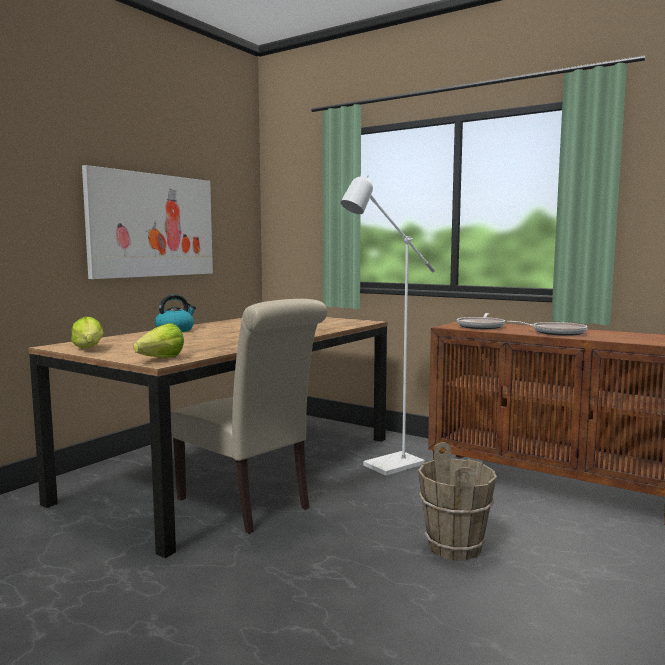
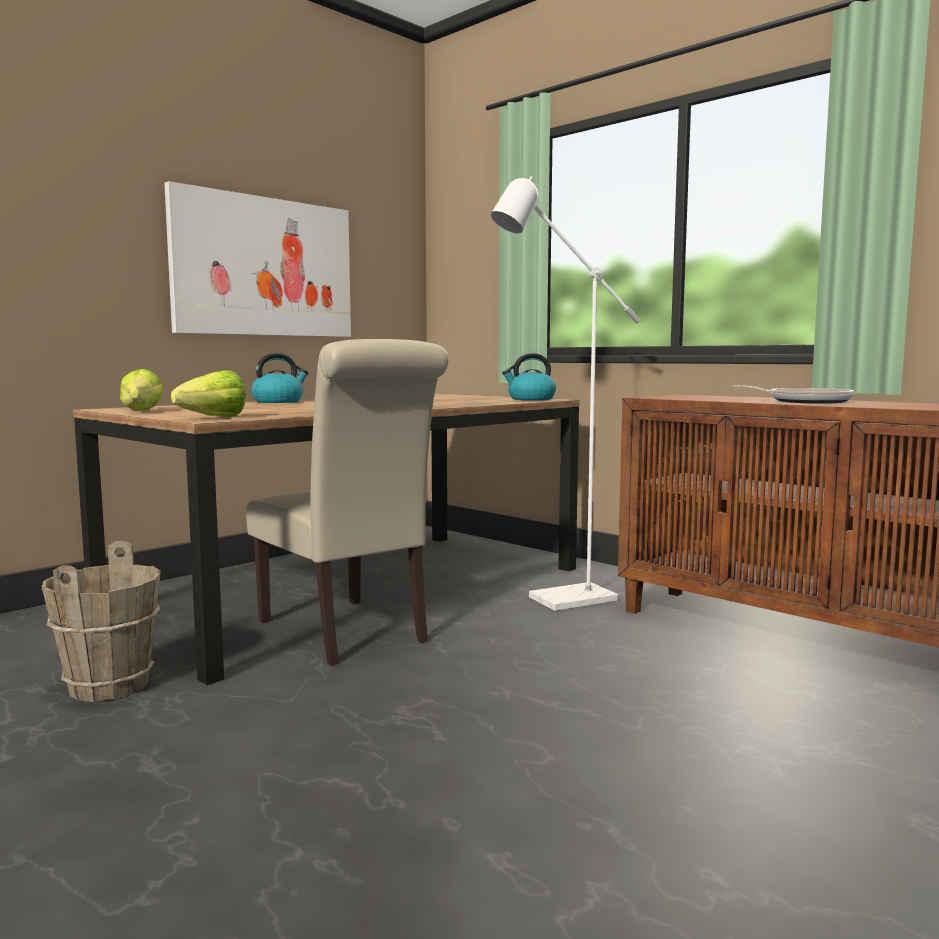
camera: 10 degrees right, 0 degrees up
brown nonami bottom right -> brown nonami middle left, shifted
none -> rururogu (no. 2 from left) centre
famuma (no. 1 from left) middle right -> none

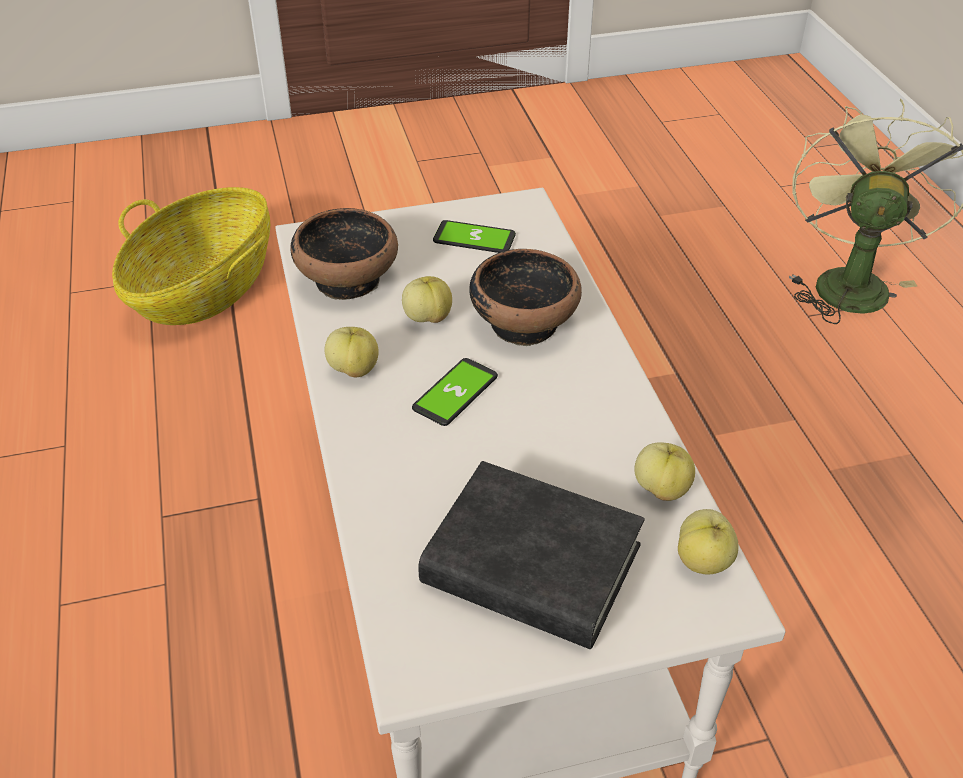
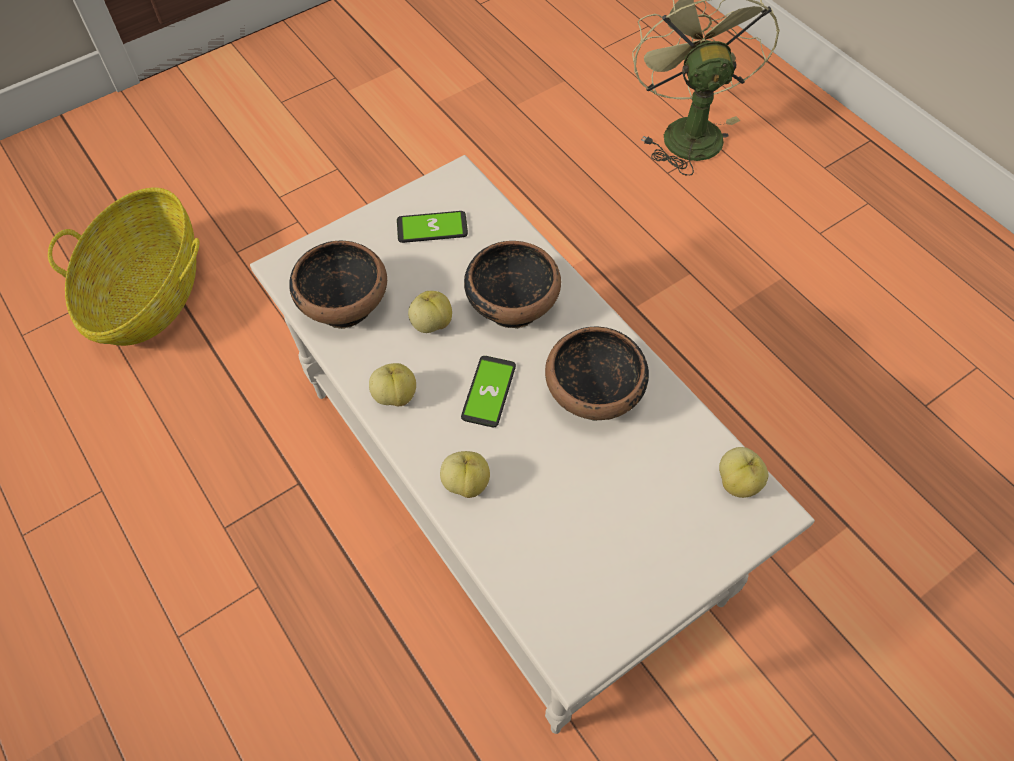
camera: 20 degrees left, 15 degrees up
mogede (no. 3 from left) middle right -> mogede (no. 3 from left) centre, shifted
none -> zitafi (no. 3 from left) centre
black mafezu bottom centre -> none

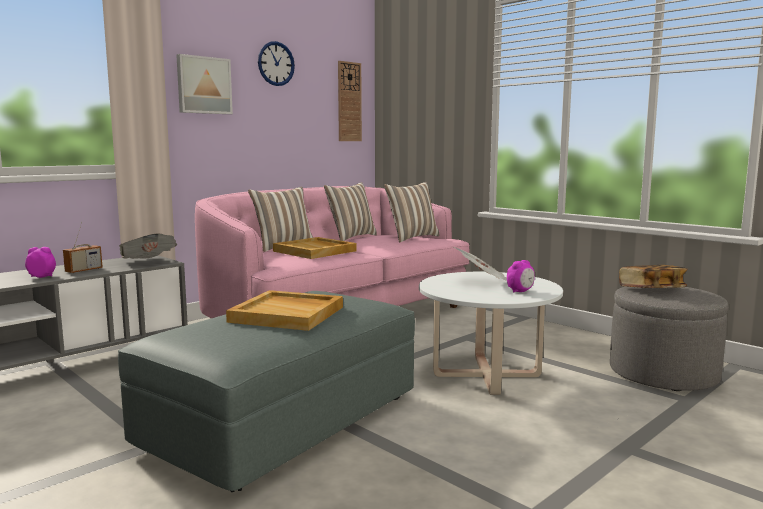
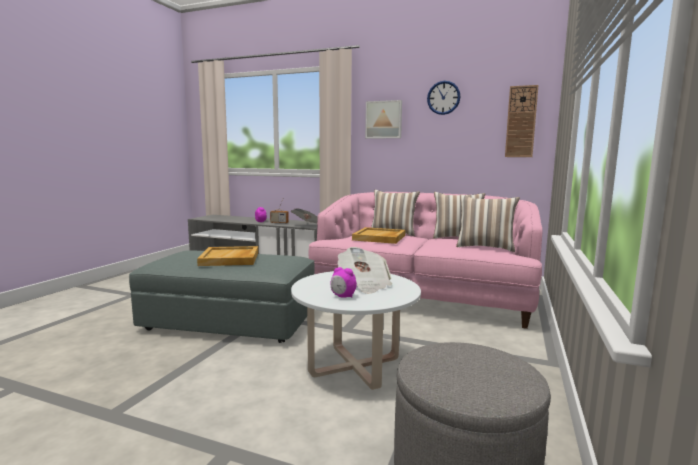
camera: 65 degrees right, 0 degrees up
mafezu middle right -> none

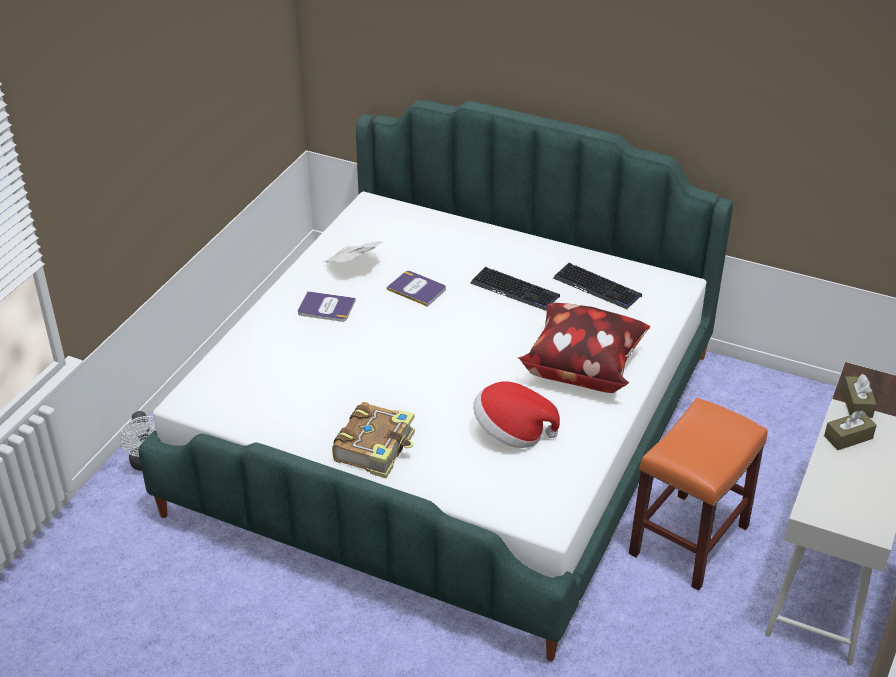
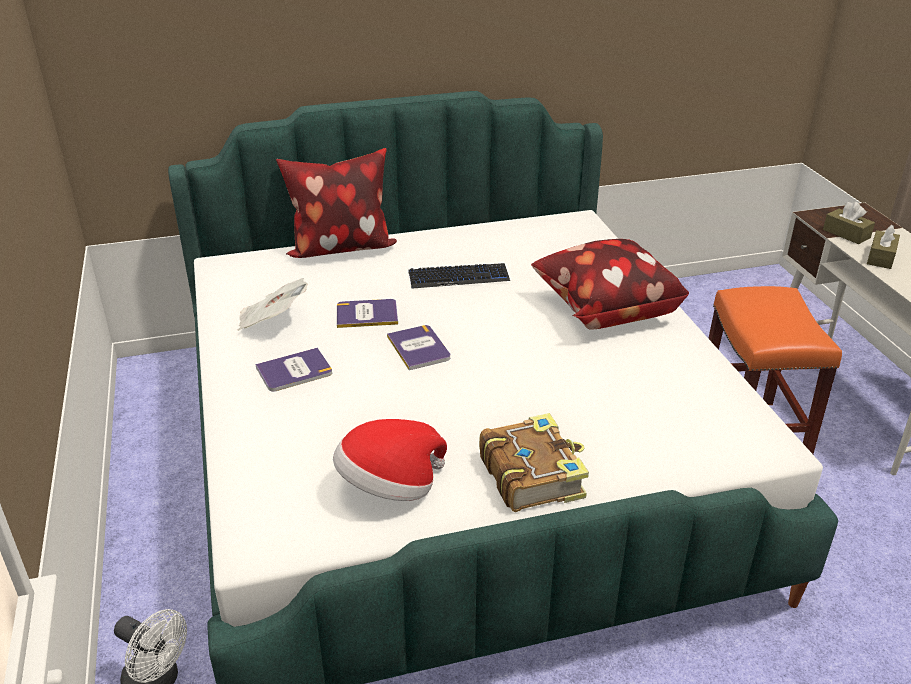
camera: 40 degrees left, 5 degrees down
none -> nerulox (no. 1 from left) top centre
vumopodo centre -> vumopodo bottom centre, shifted
none -> mafezu (no. 3 from left) centre
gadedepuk (no. 2 from left) centre -> none

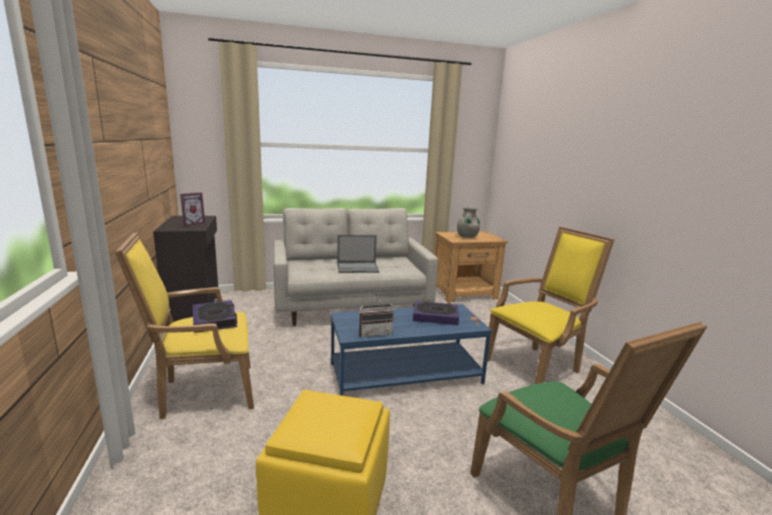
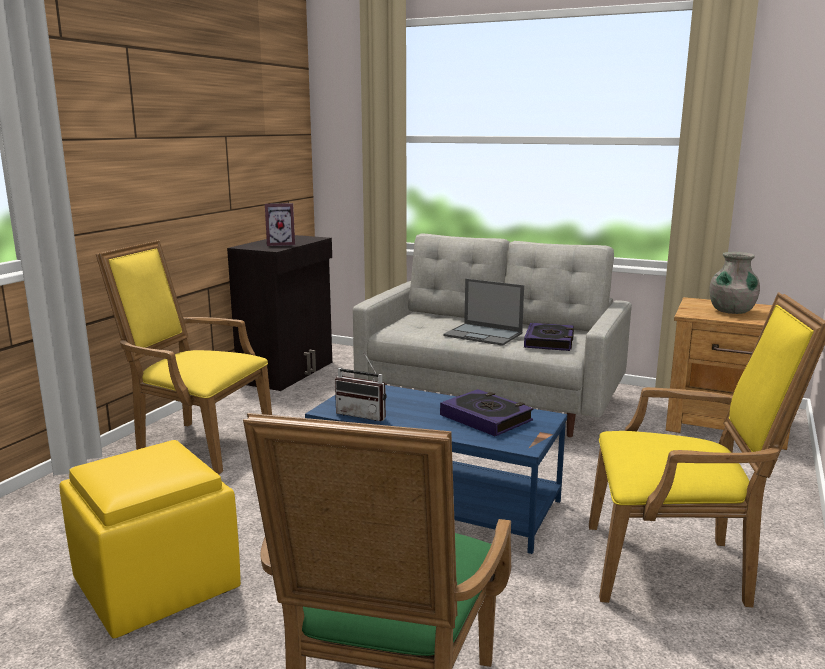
camera: 40 degrees right, 0 degrees up
mafezu (no. 1 from left in the first image) middle left -> mafezu (no. 2 from left) centre, shifted

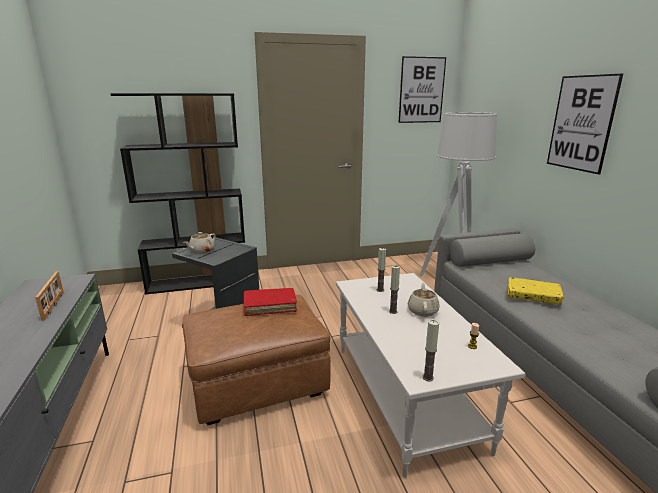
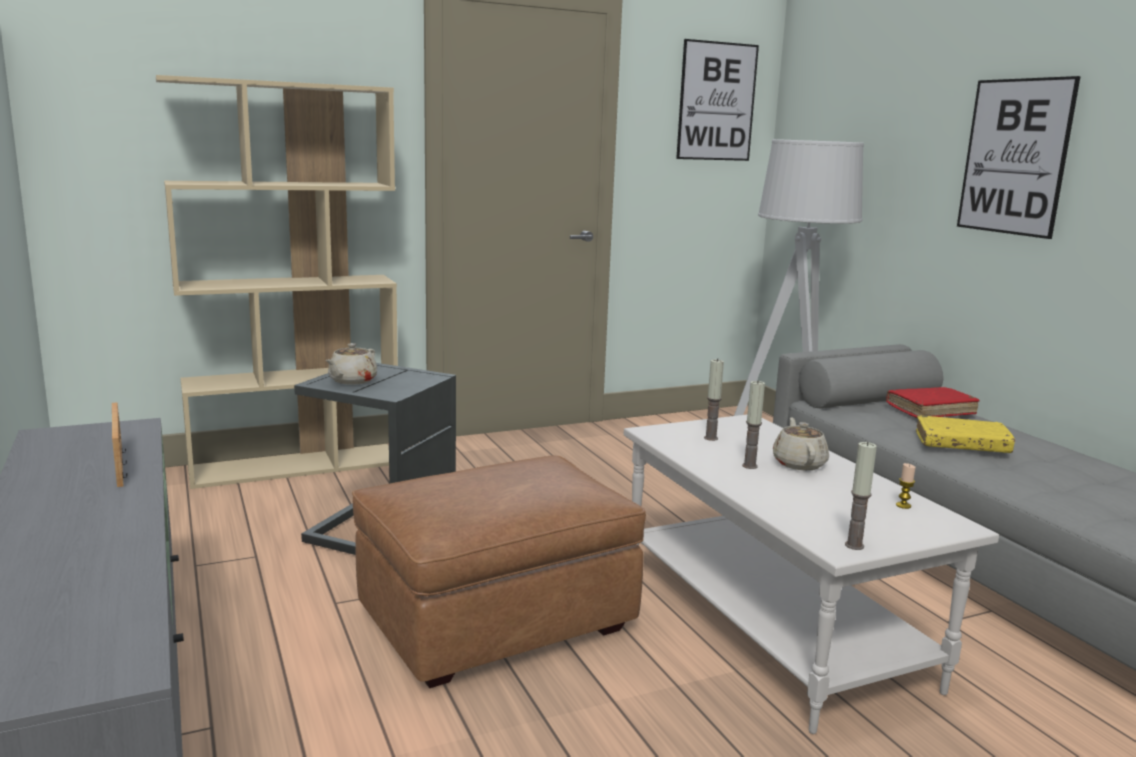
camera: 10 degrees left, 5 degrees down
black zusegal middle left -> beige zusegal middle left
red mafezu centre -> red mafezu middle right, shifted

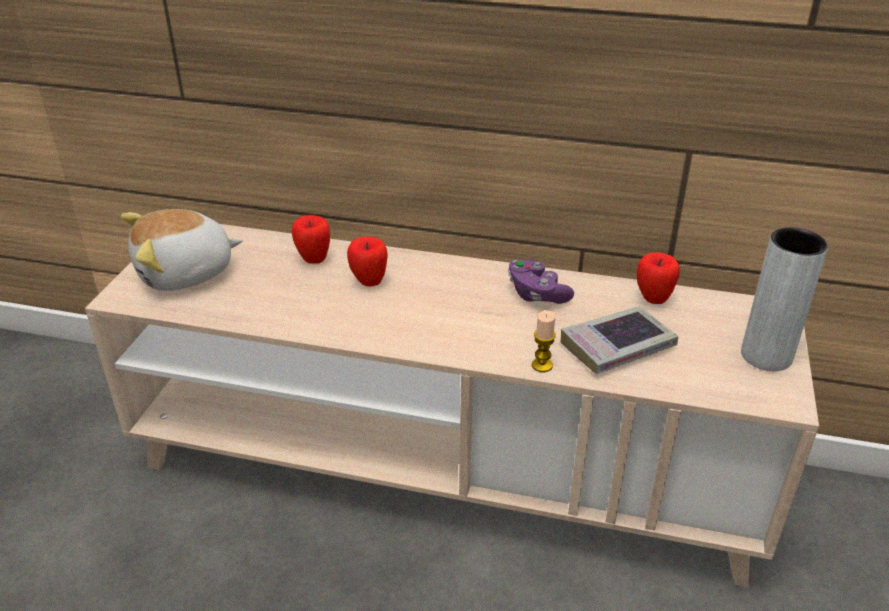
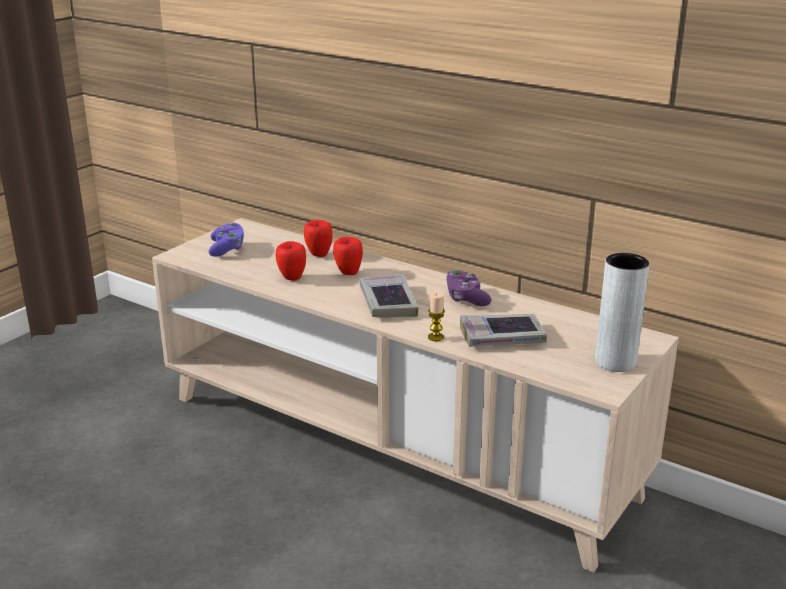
camera: 20 degrees right, 10 degrees down
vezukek middle left -> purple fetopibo (no. 1 from left) middle left
mogede (no. 3 from left in the first image) middle right -> mogede (no. 1 from left) centre, shifted
none -> mafezu (no. 1 from left) centre

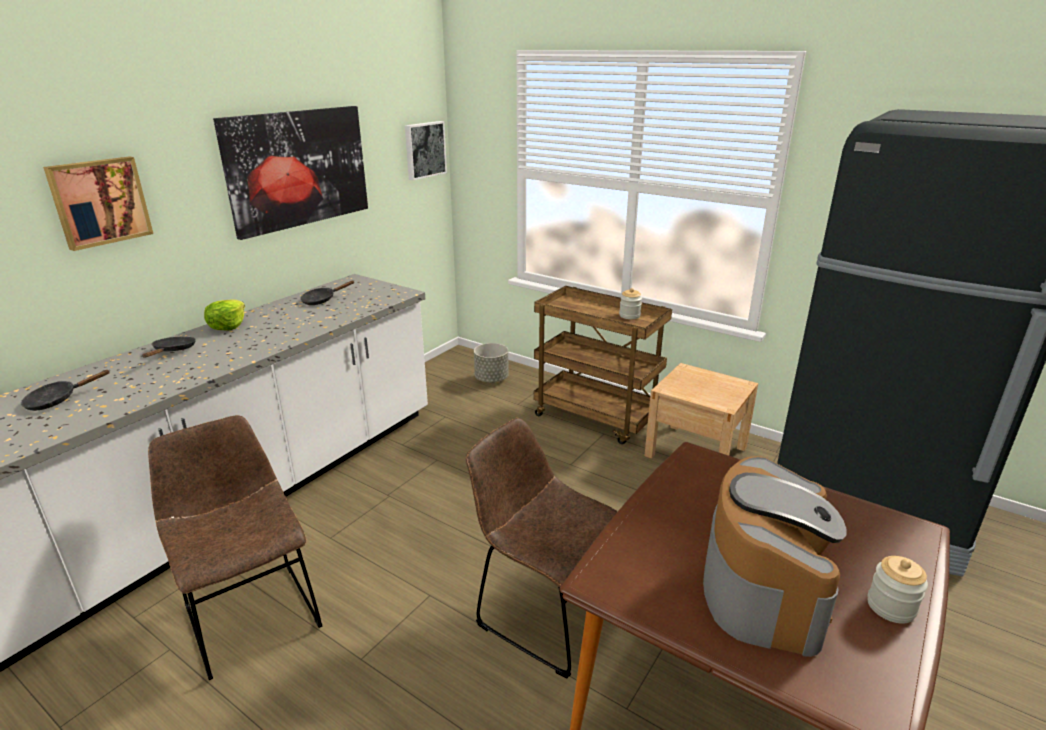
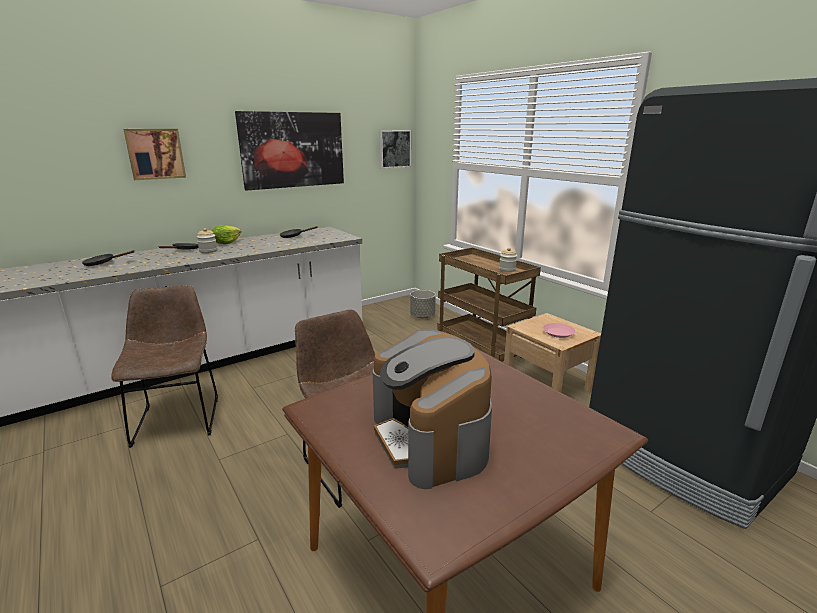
camera: 20 degrees right, 5 degrees down
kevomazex (no. 2 from left in the first image) bottom right -> kevomazex (no. 1 from left) middle left, shifted
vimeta bottom right -> vimeta bottom centre, 120 degrees clockwise
none -> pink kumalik middle right

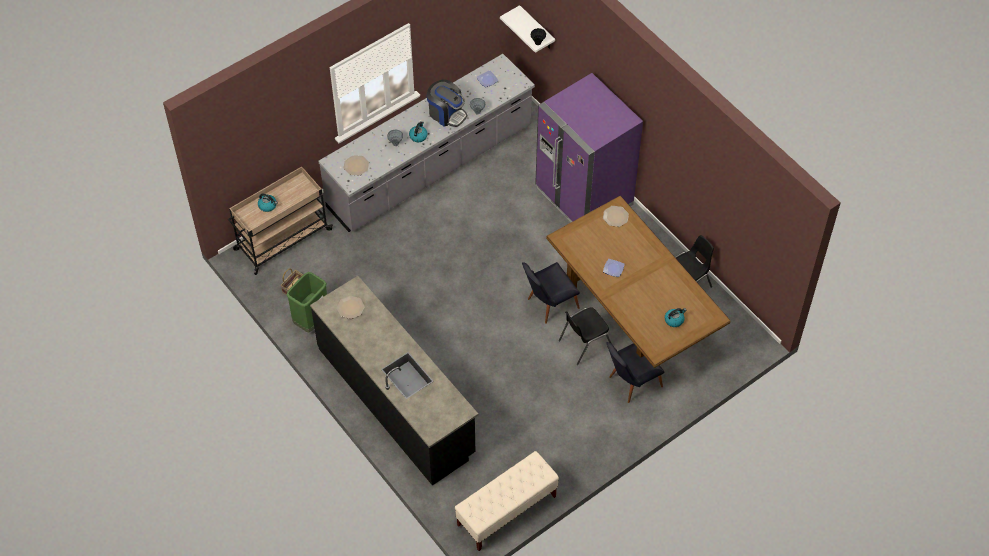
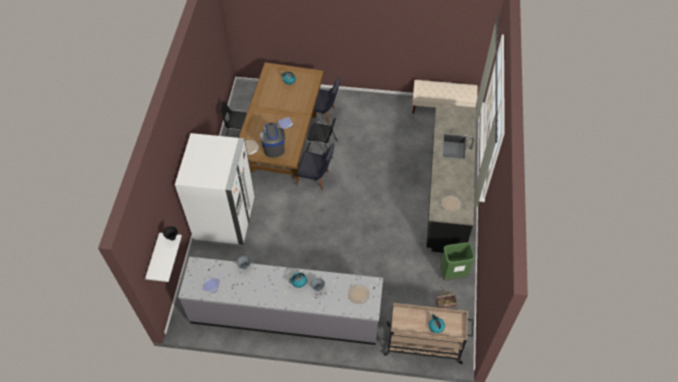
camera: 135 degrees left, 0 degrees up
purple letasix top centre -> white letasix middle left
vimeta top centre -> vimeta centre, shifted

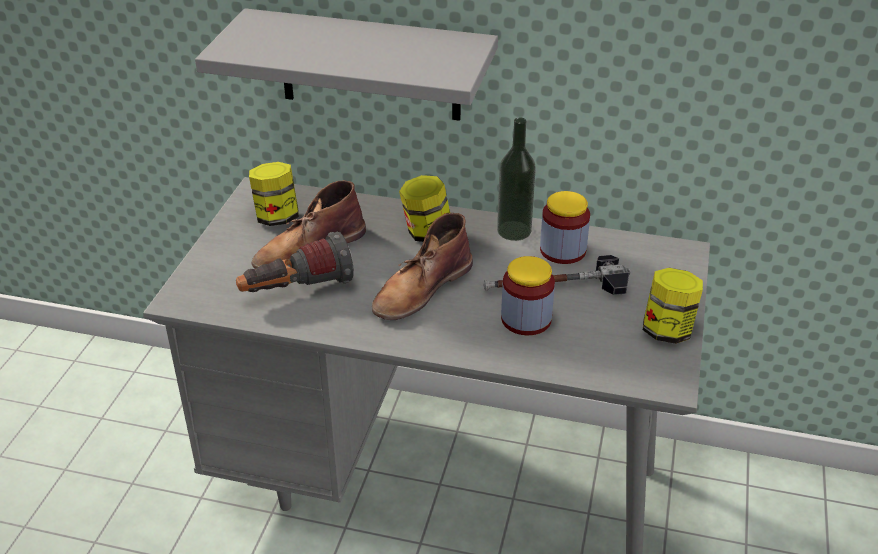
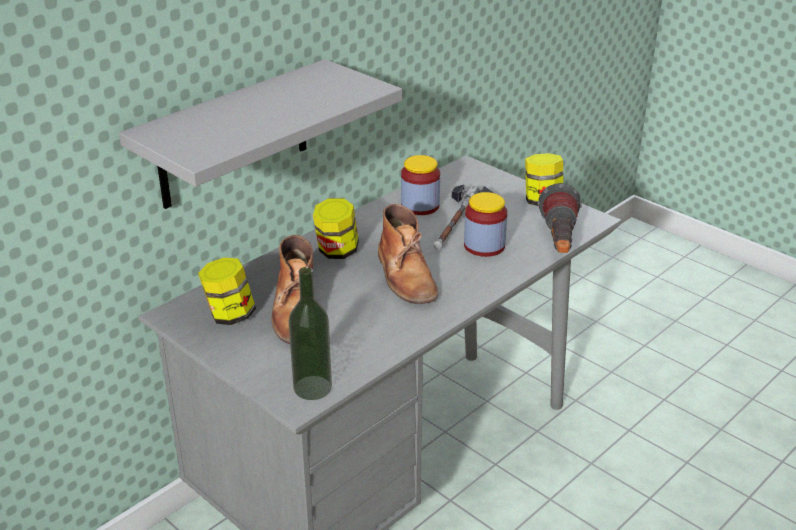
camera: 60 degrees left, 5 degrees down
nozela top centre -> nozela centre, shifted
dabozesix centre -> dabozesix middle right, shifted

